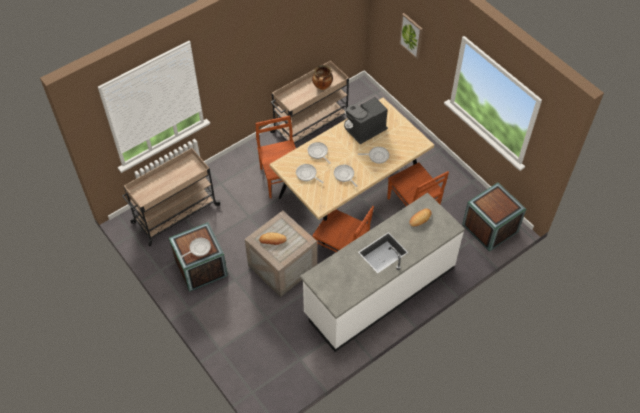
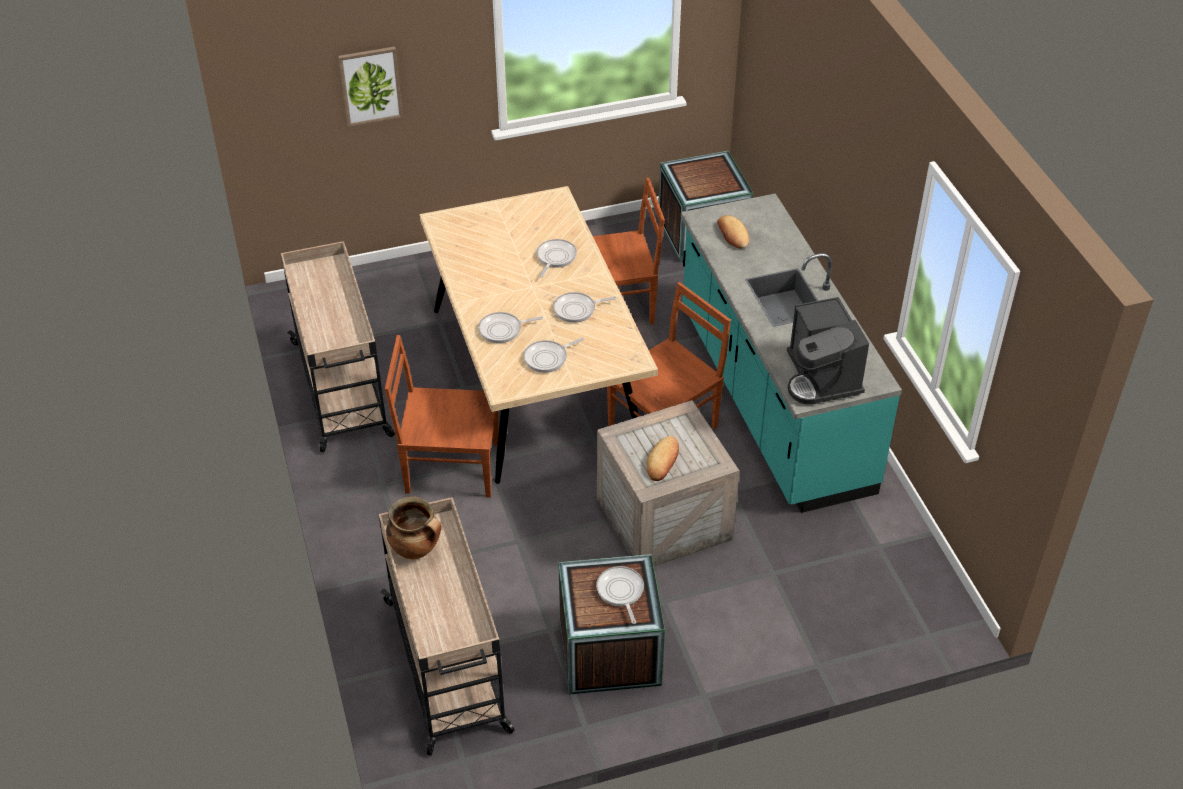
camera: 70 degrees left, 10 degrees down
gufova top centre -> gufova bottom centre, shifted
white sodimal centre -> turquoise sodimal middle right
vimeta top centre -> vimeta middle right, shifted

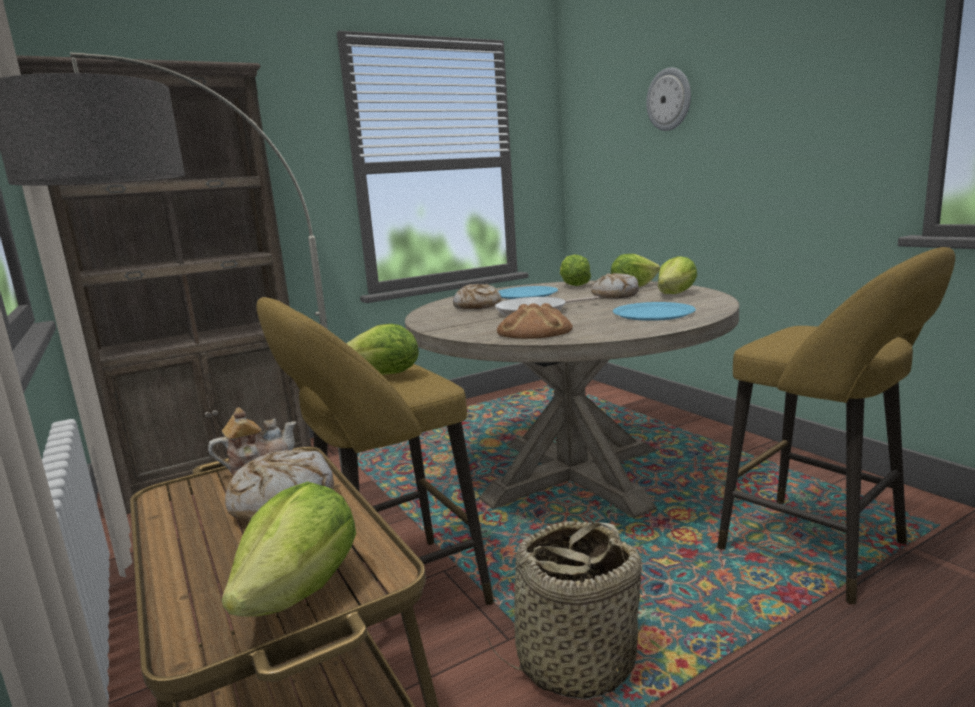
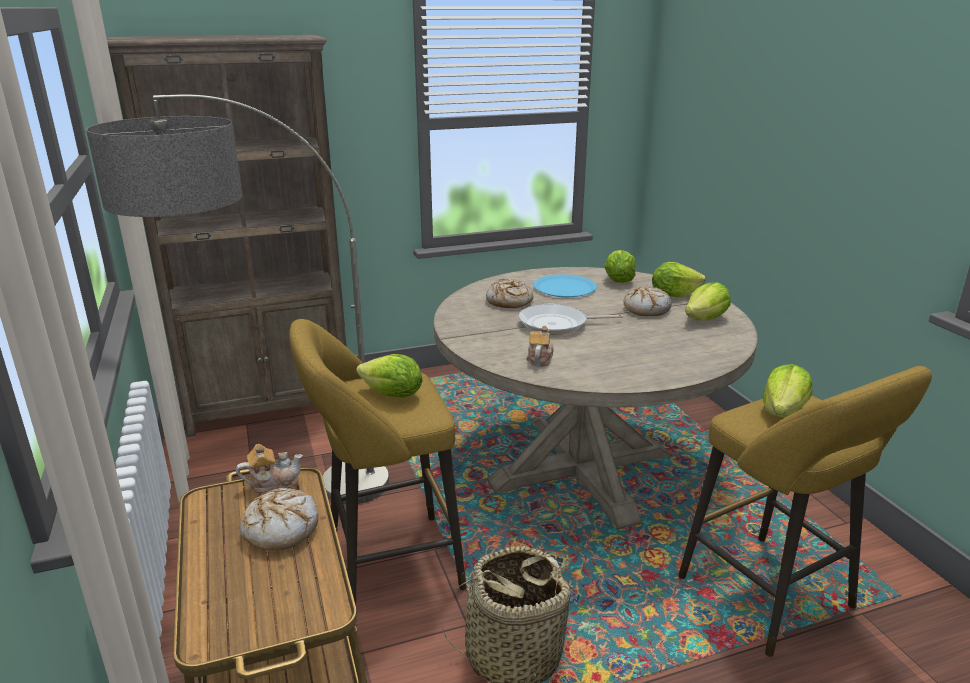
camera: 10 degrees right, 10 degrees up
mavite (no. 3 from left) centre -> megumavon (no. 2 from left) centre
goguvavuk (no. 1 from left in the first image) bottom left -> goguvavuk (no. 5 from left) middle right, shifted
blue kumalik (no. 2 from left) middle right -> none
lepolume top right -> none

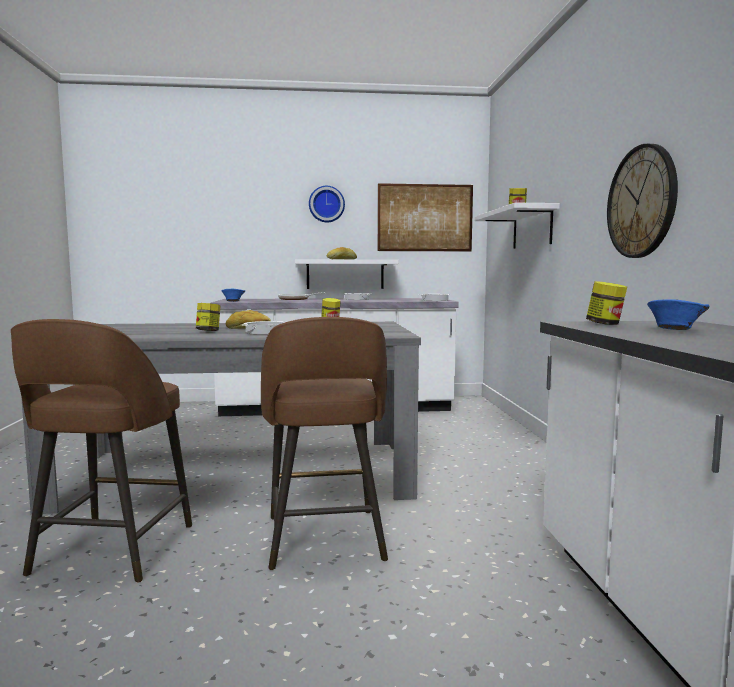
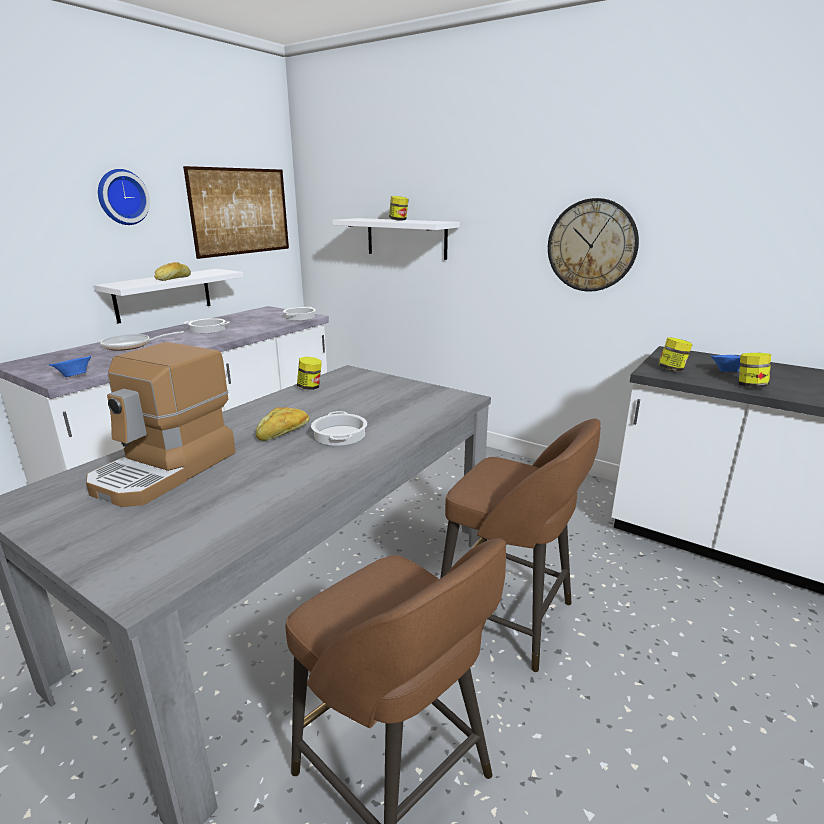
camera: 50 degrees left, 15 degrees up
none -> vimeta middle left
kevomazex (no. 1 from left in the first image) middle left -> kevomazex (no. 4 from left) middle right, shifted

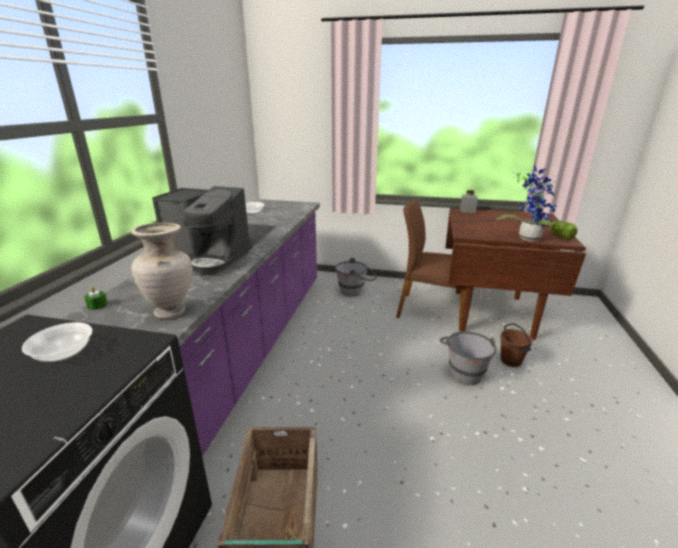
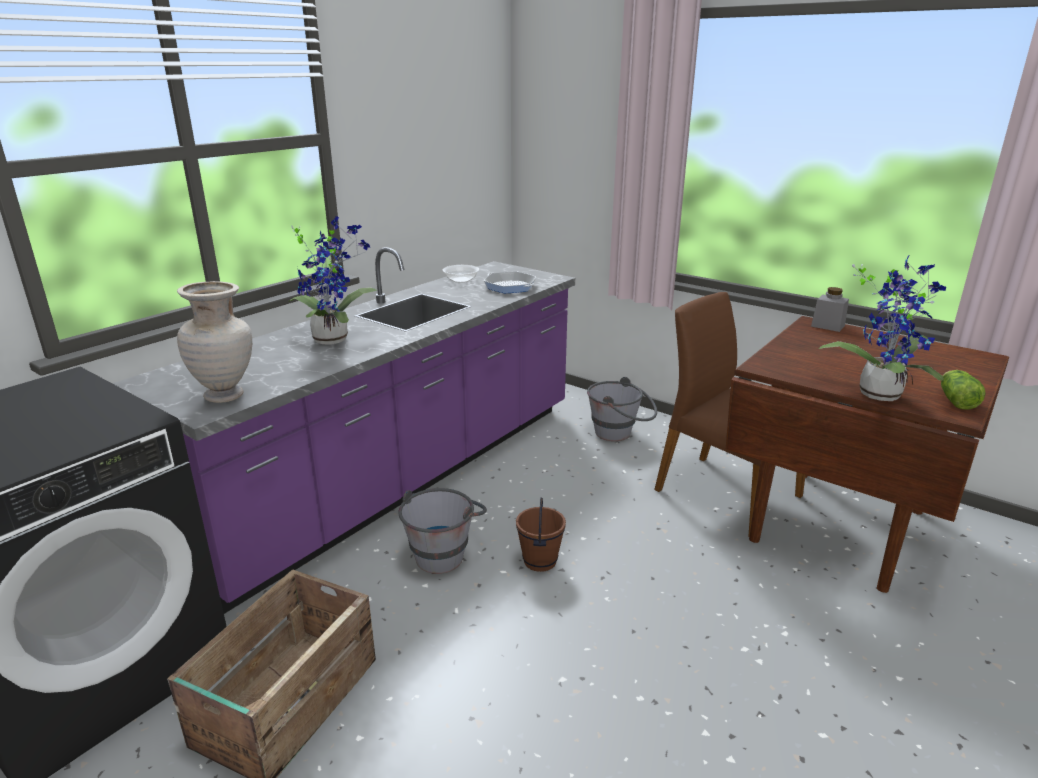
camera: 25 degrees right, 0 degrees up
vimeta middle left -> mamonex (no. 1 from left) middle left
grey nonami (no. 2 from left in the first image) middle right -> grey nonami (no. 1 from left) bottom centre, shifted
none -> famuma centre
brown nonami middle right -> brown nonami bottom centre, shifted
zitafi (no. 1 from left) middle left -> none
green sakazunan middle left -> none

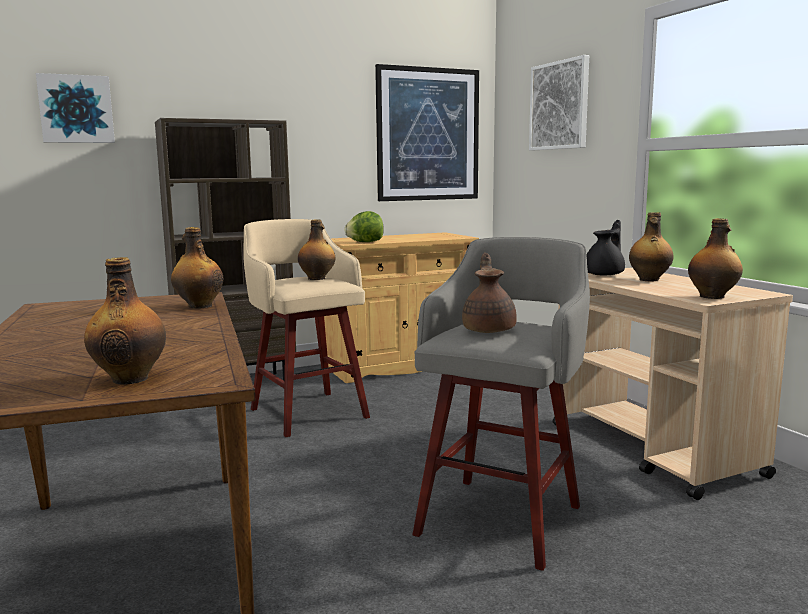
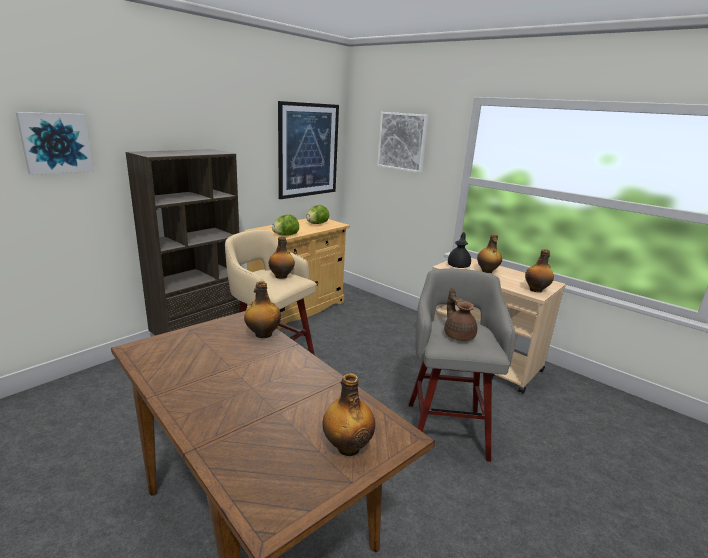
camera: 25 degrees left, 10 degrees up
none -> goguvavuk (no. 2 from left) centre

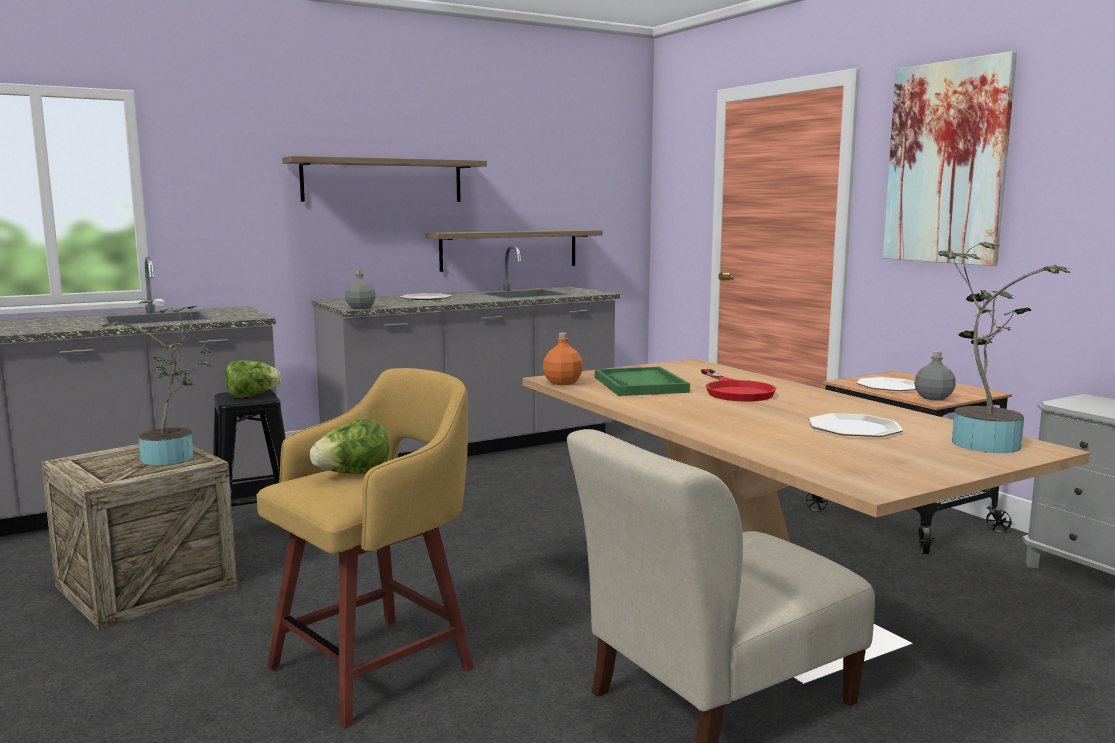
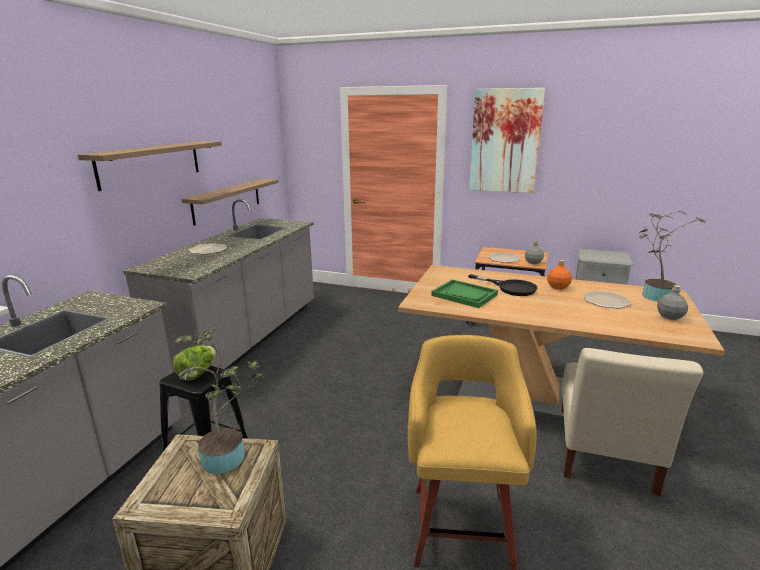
camera: 40 degrees left, 10 degrees up
red famuma centre -> black famuma centre
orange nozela centre -> orange nozela middle right, shifted
grey nozela (no. 1 from left in the first image) middle left -> grey nozela (no. 2 from left) middle right, shifted
goguvavuk (no. 2 from left) middle left -> none

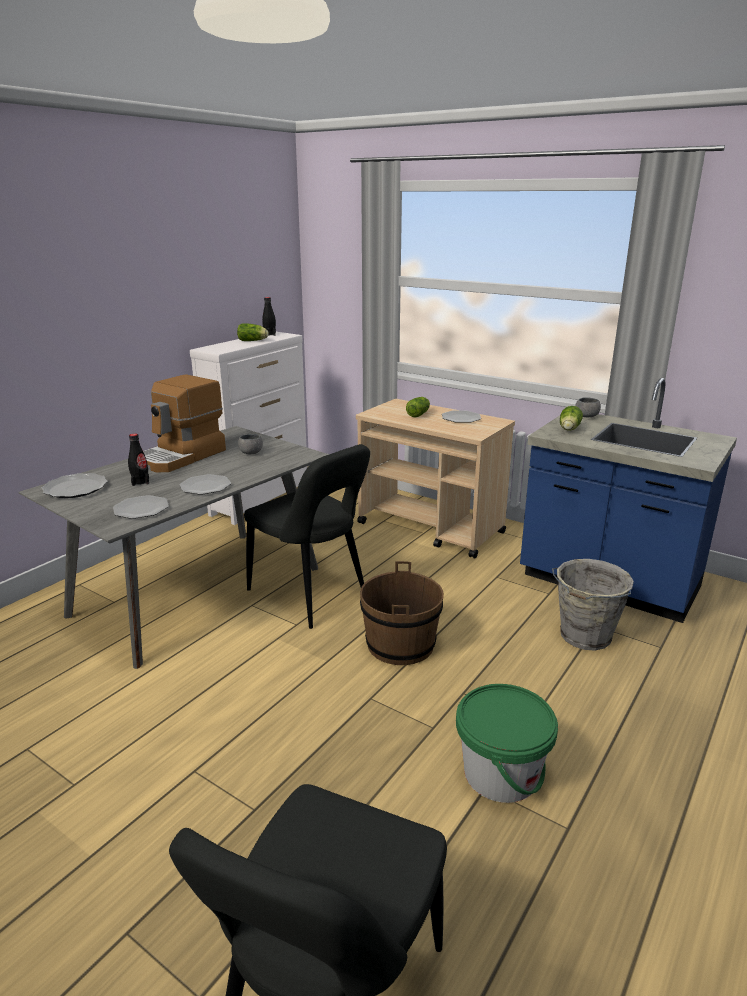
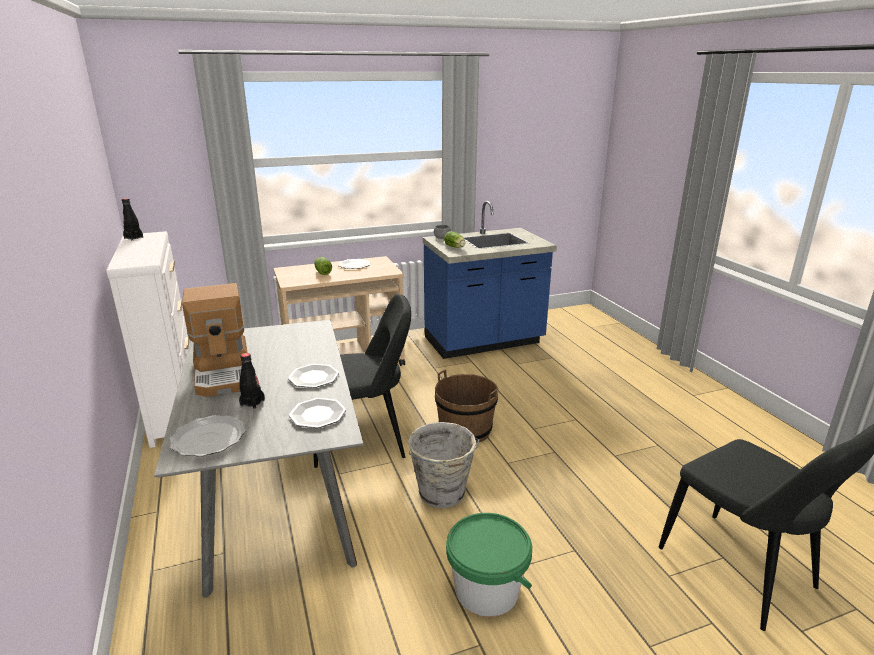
camera: 55 degrees left, 0 degrees up
grey nonami middle right -> grey nonami bottom centre, shifted
green nonami bottom right -> green nonami bottom centre, shifted
goguvavuk (no. 1 from left) centre -> none
grey zitafi (no. 1 from left) centre -> none

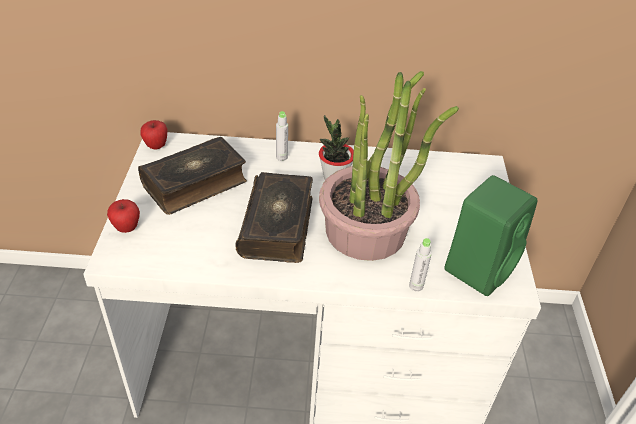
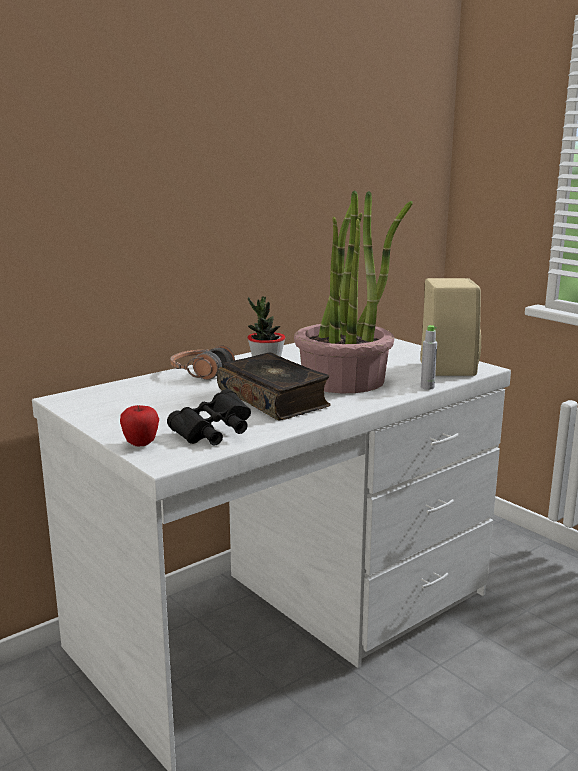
camera: 40 degrees left, 25 degrees down
none -> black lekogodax centre
grey nozela (no. 1 from left) top centre -> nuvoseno centre
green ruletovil middle right -> beige ruletovil middle right
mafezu (no. 1 from left) middle left -> none
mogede (no. 2 from left) top left -> none

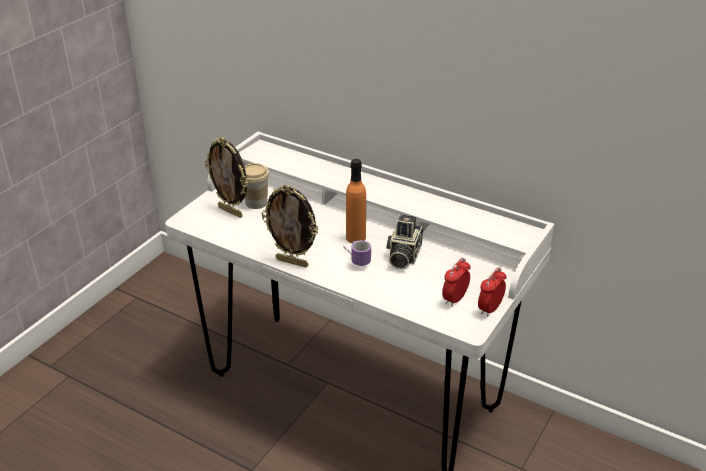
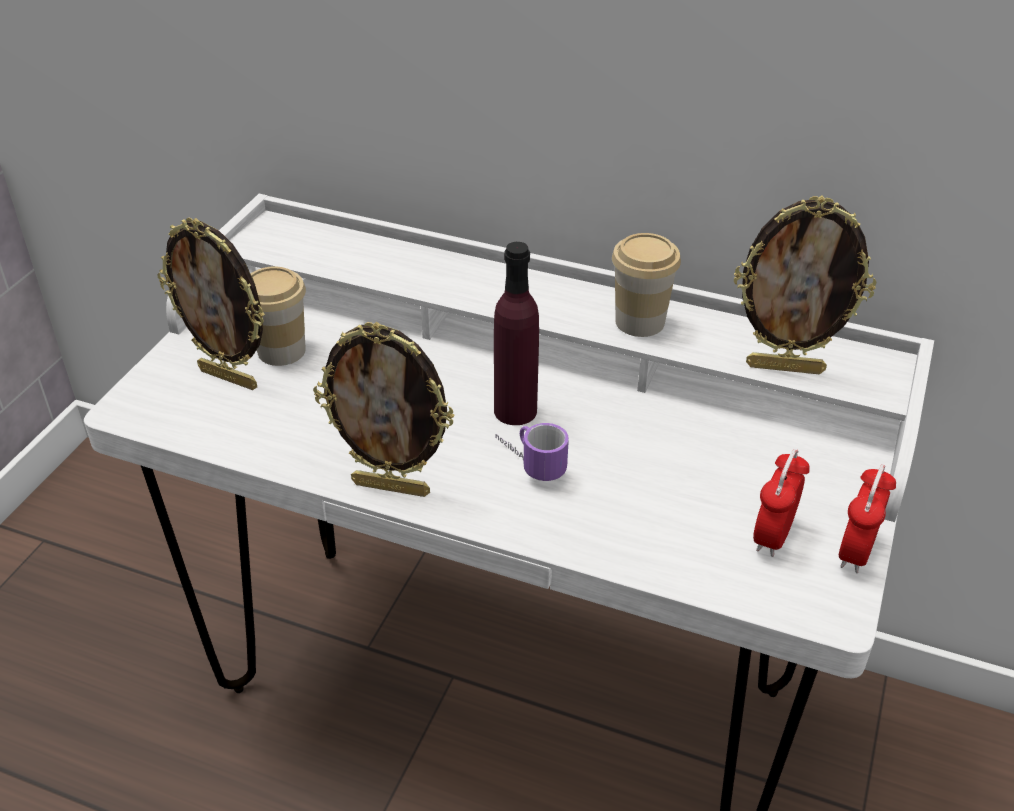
camera: 10 degrees left, 5 degrees up
orange nozela centre -> purple nozela centre
none -> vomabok (no. 2 from left) centre
none -> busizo (no. 3 from left) middle right
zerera centre -> none

